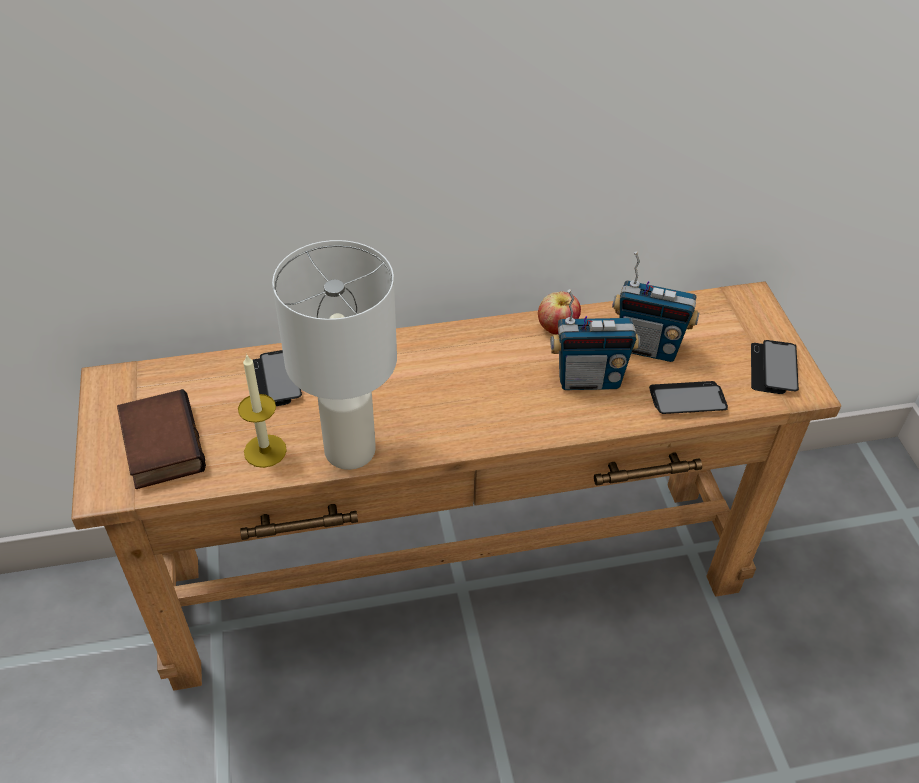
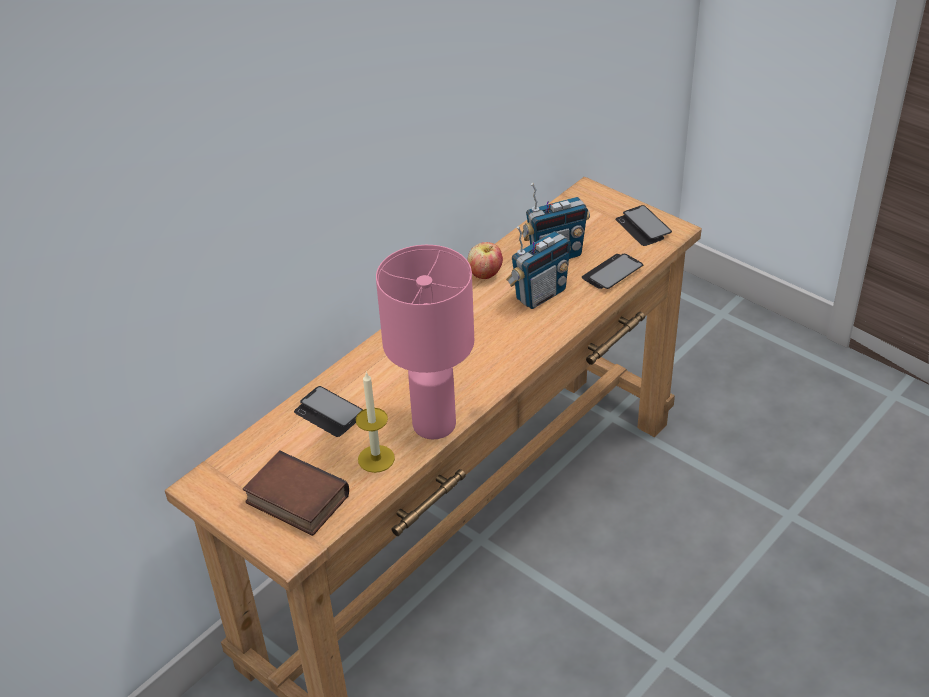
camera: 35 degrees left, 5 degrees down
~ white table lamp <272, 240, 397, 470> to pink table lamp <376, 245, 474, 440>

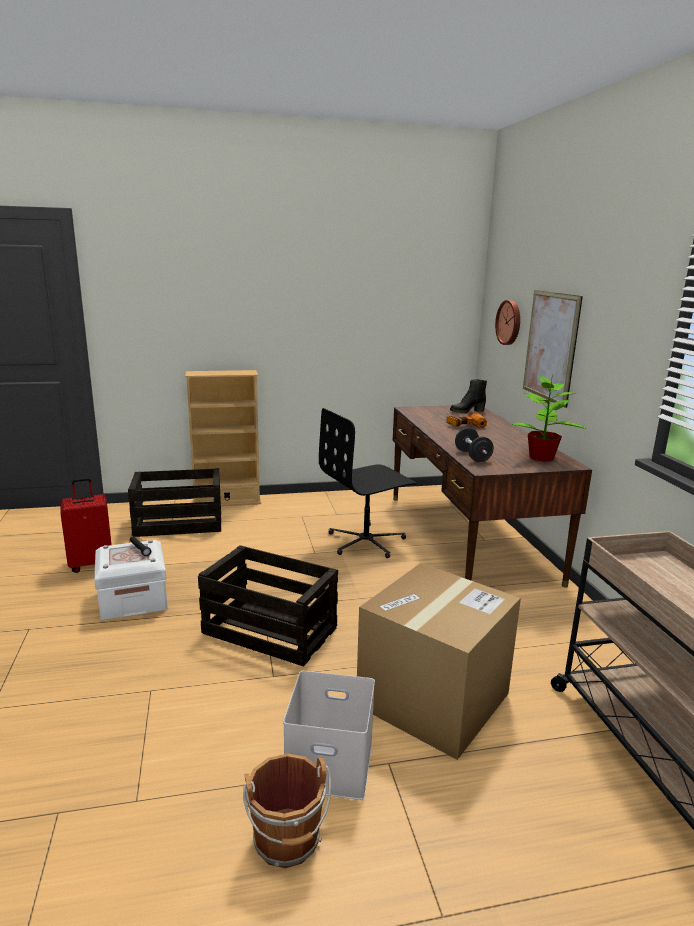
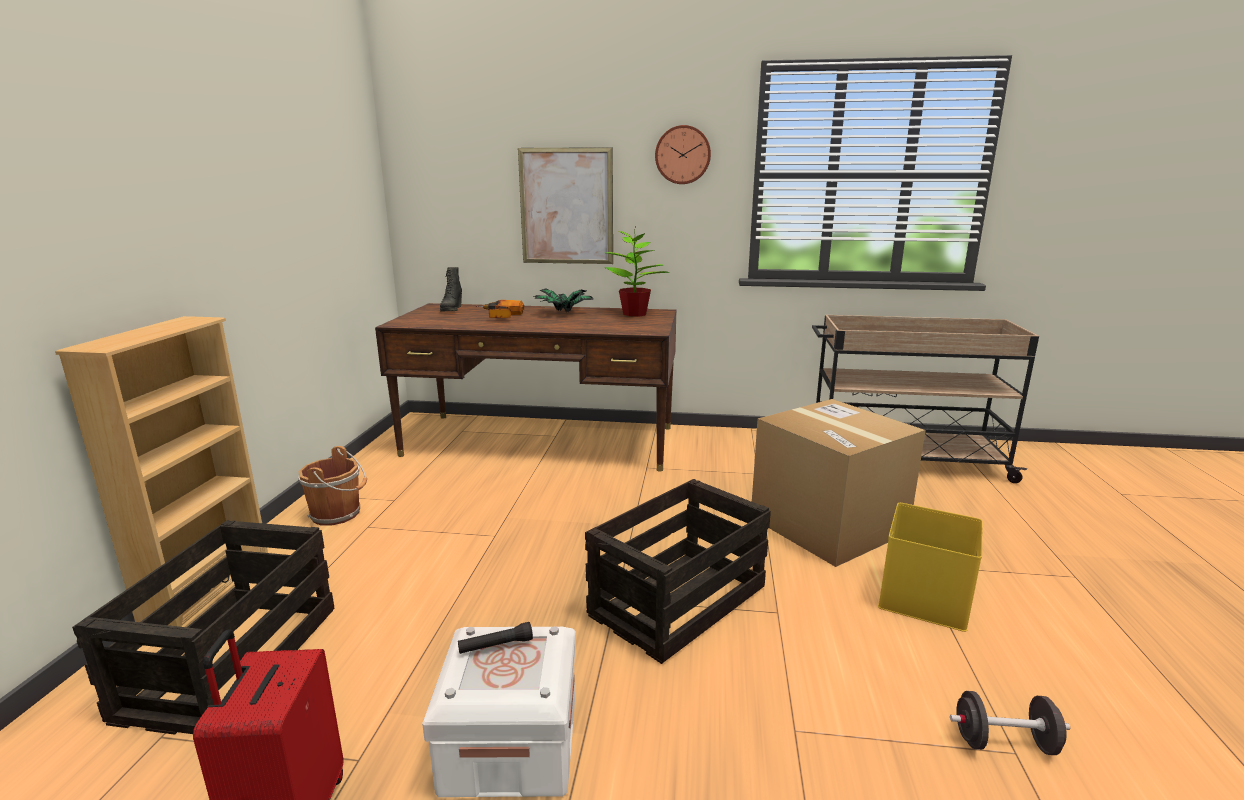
camera: 70 degrees left, 0 degrees up
~ brown bucket <243, 753, 331, 868> to <298, 446, 367, 526>
~ white storage box <283, 671, 375, 800> to yellow storage box <878, 503, 983, 632>
- black office chair <319, 408, 416, 558>
~ black dumbbell <455, 428, 494, 462> to <950, 691, 1070, 755>
~ wall clock <495, 300, 520, 345> to <655, 125, 711, 184>
+ potted plant <533, 289, 594, 312>

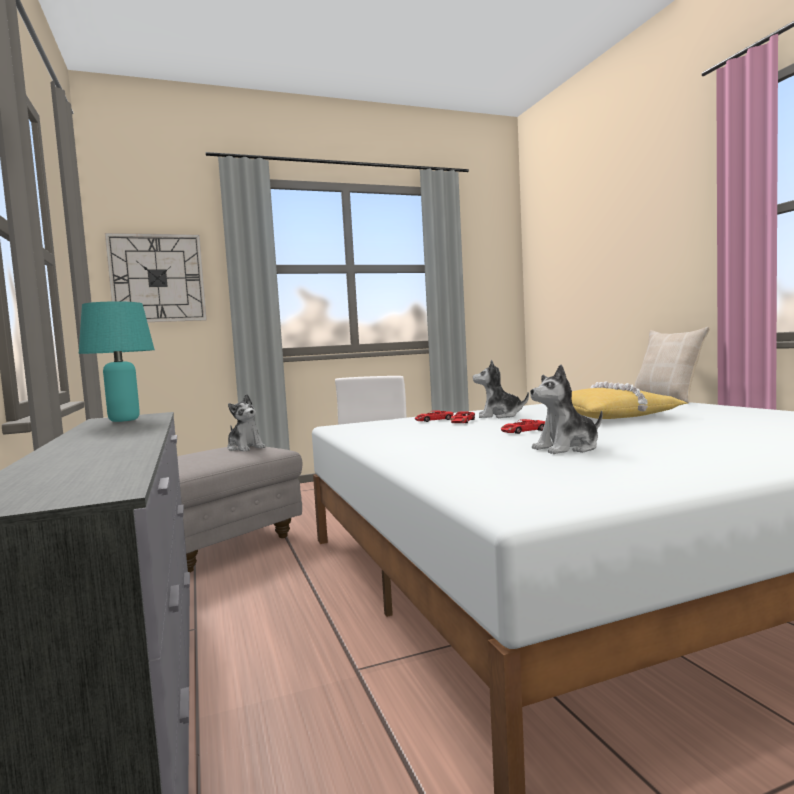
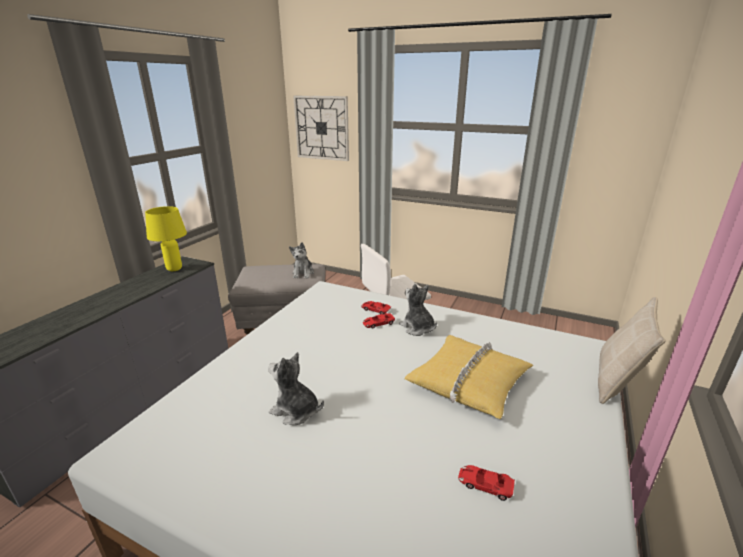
camera: 45 degrees right, 20 degrees up
~ turquoise table lamp <79, 301, 155, 422> to yellow table lamp <145, 206, 187, 271>
~ red toy car <501, 419, 545, 434> to <458, 465, 515, 501>

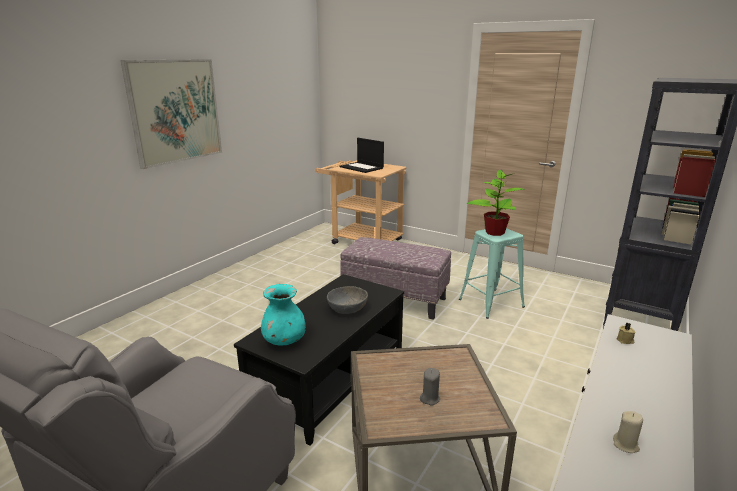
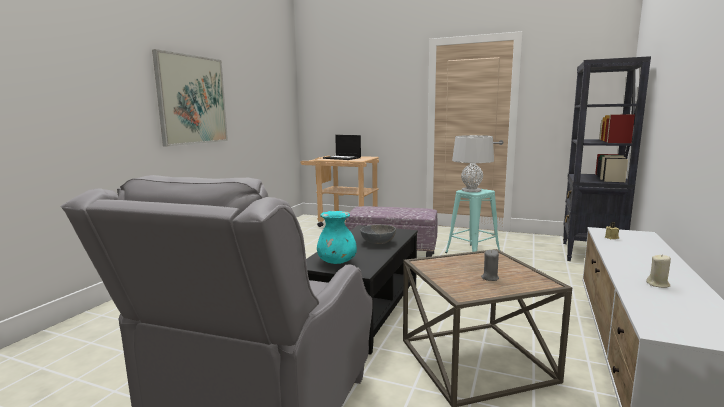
camera: 10 degrees left, 10 degrees down
~ potted plant <466, 170, 526, 236> to grey table lamp <452, 135, 494, 192>

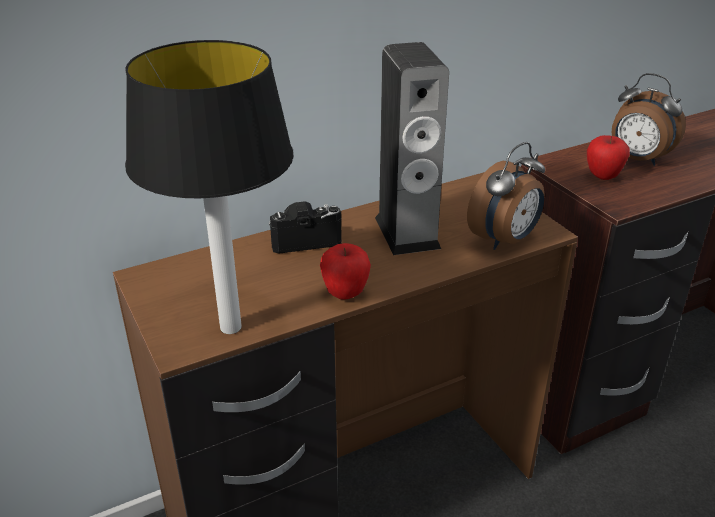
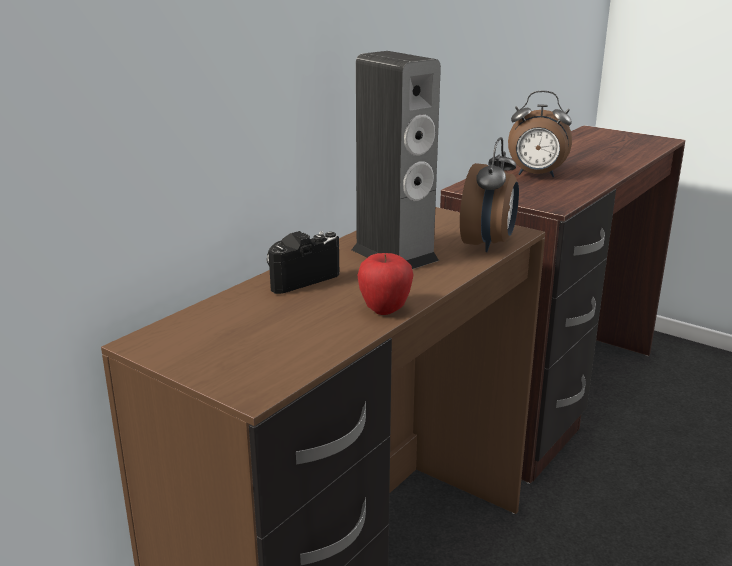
camera: 25 degrees left, 10 degrees down
- table lamp <125, 40, 294, 334>
- apple <587, 135, 630, 180>

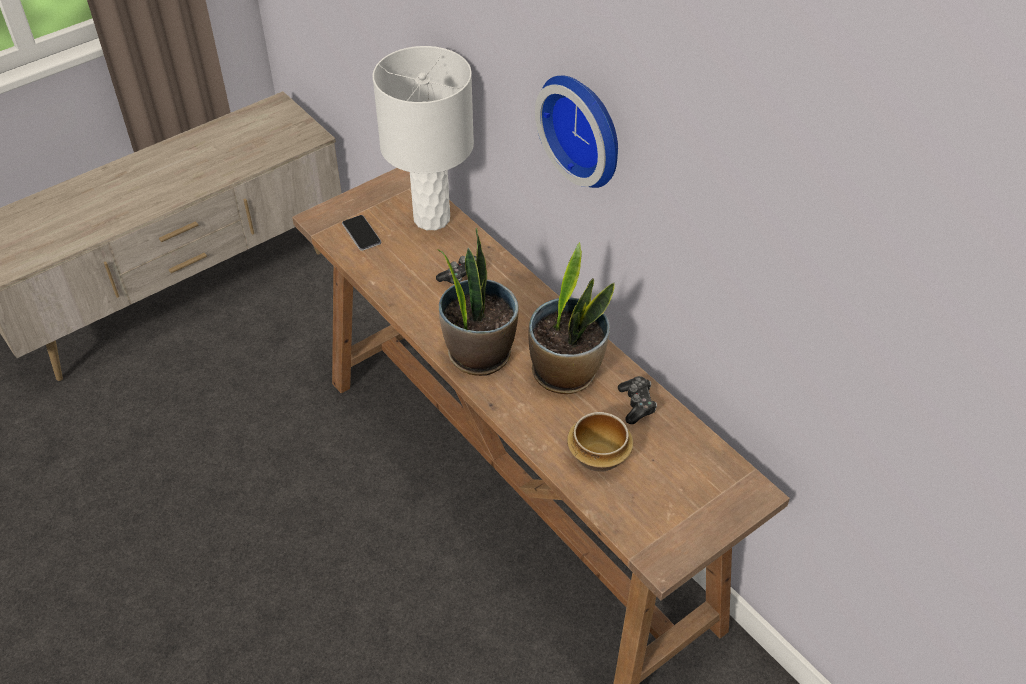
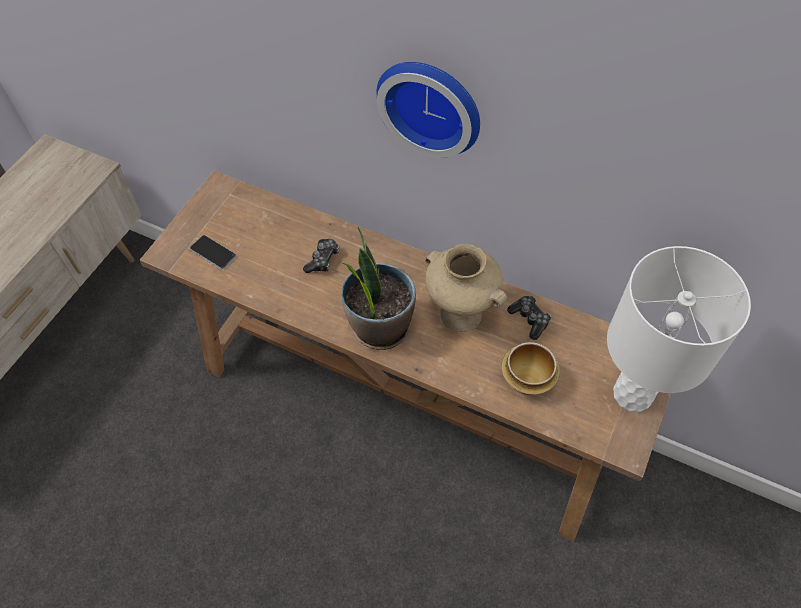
camera: 25 degrees left, 10 degrees up
~ white table lamp <372, 46, 474, 230> to <607, 246, 751, 412>
~ potted plant <528, 242, 615, 394> to beige vase <425, 244, 507, 332>

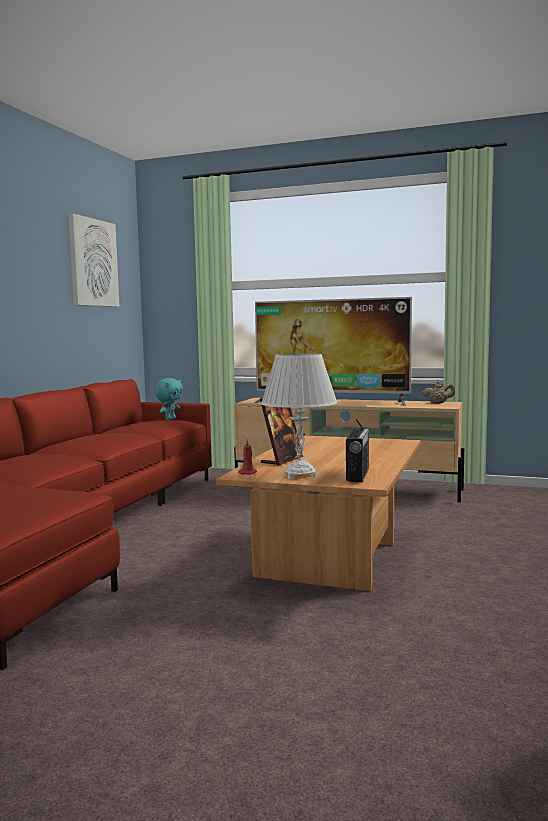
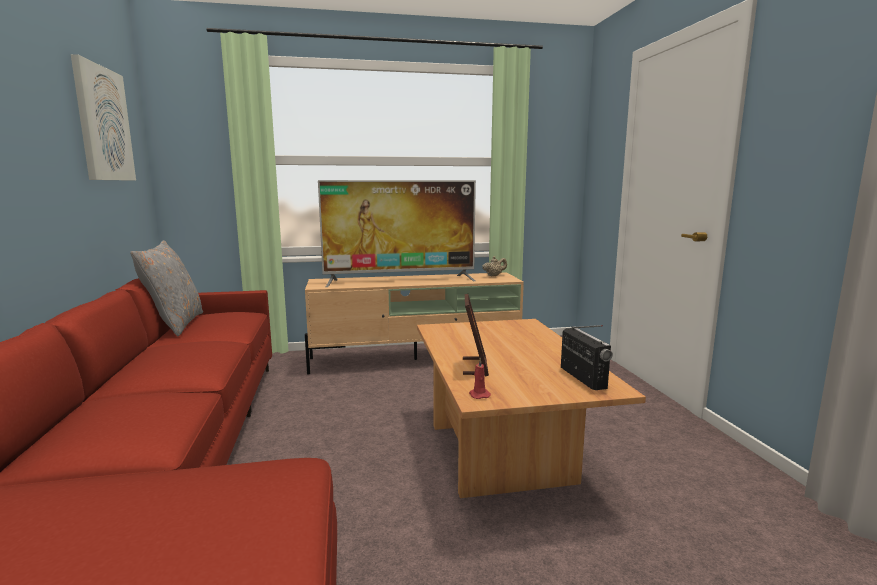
camera: 30 degrees left, 5 degrees up
- turquoise plush toy <155, 378, 183, 420>
- white table lamp <261, 353, 338, 479>
+ grey pillow <130, 240, 203, 336>

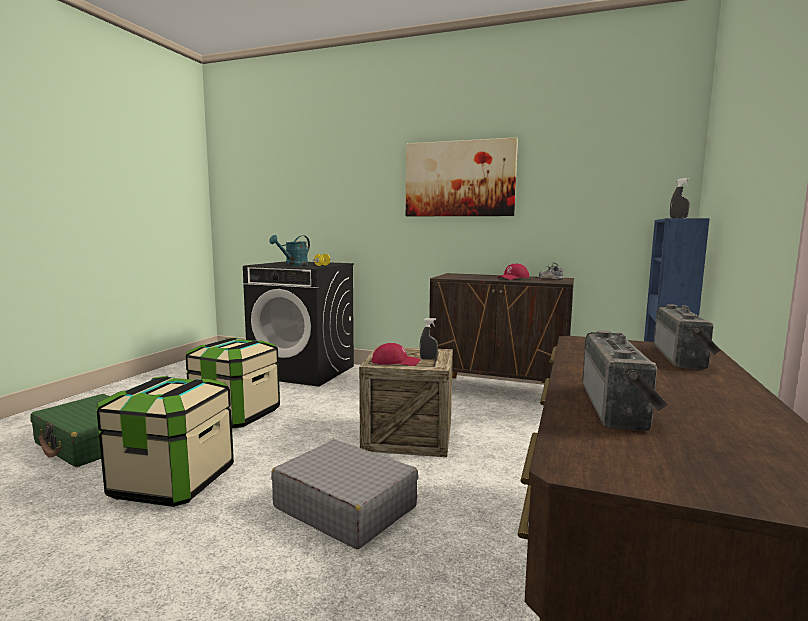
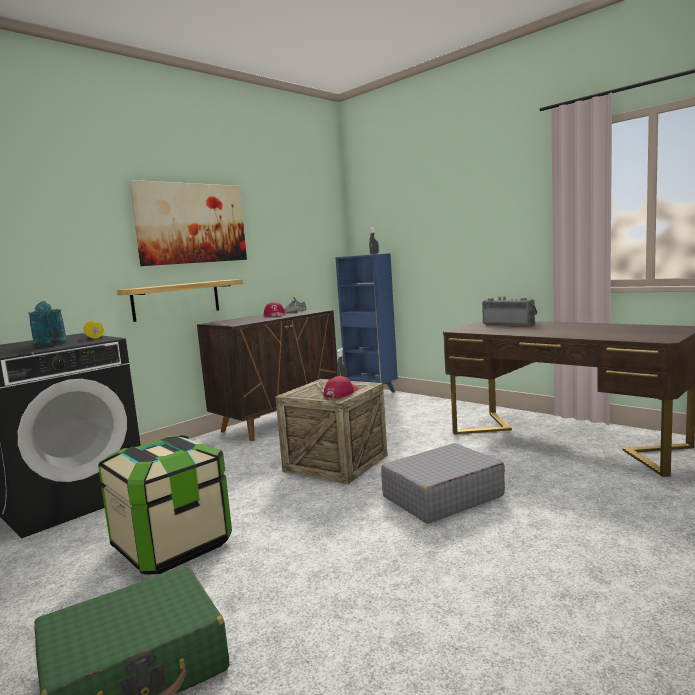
camera: 65 degrees left, 0 degrees up
- storage box <96, 376, 234, 507>
- radio <582, 330, 668, 431>
+ shelf <117, 279, 243, 322>

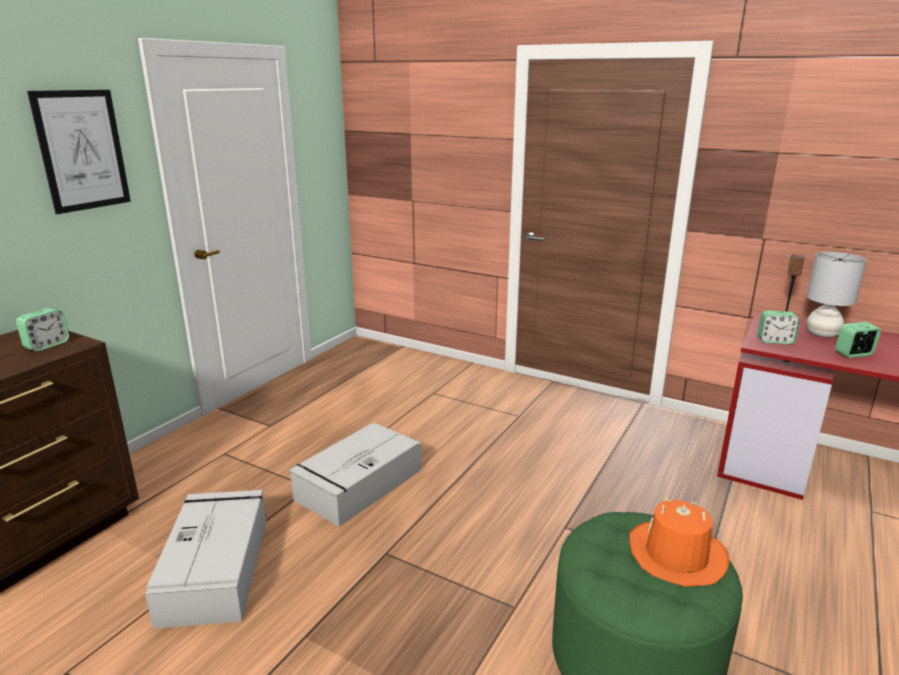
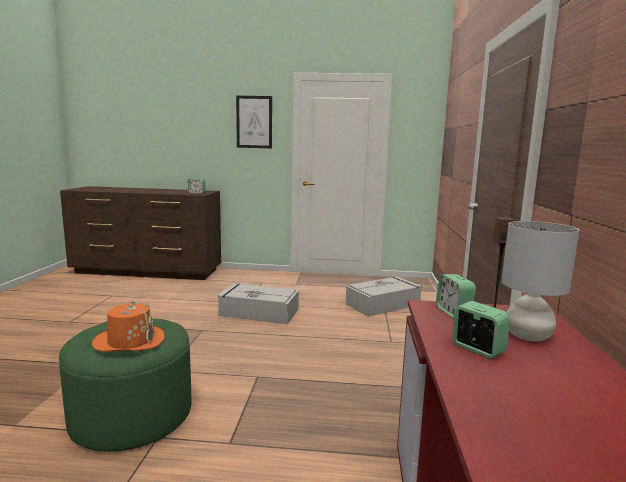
camera: 65 degrees right, 10 degrees down
~ grey storage box <145, 490, 266, 629> to <346, 277, 422, 317>

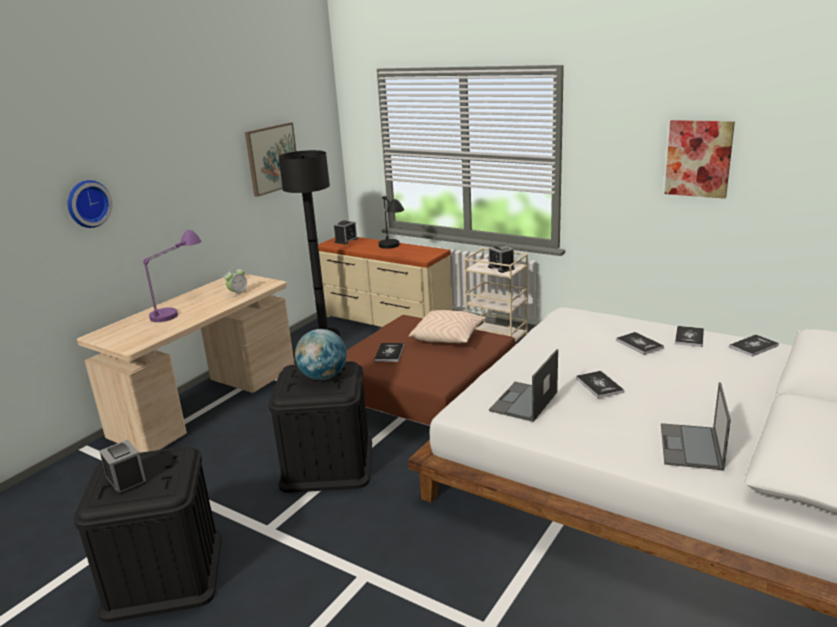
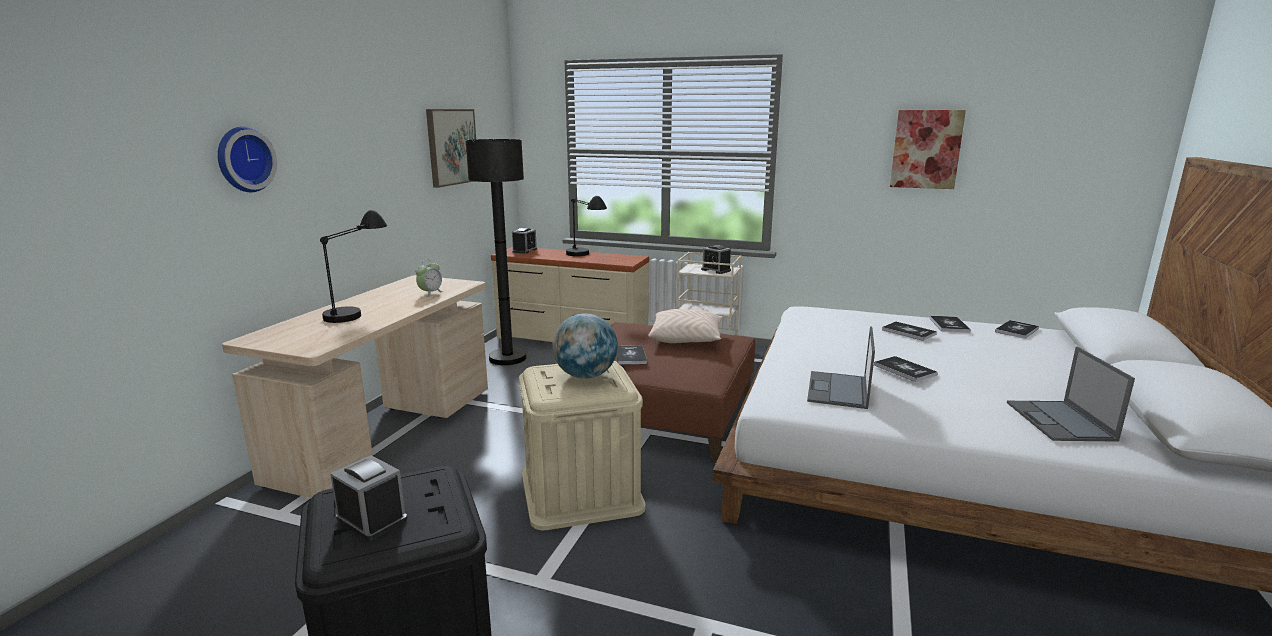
camera: 15 degrees left, 5 degrees down
~ purple table lamp <143, 230, 202, 322> to black table lamp <320, 210, 387, 323>
~ black storage box <269, 361, 372, 493> to beige storage box <519, 360, 646, 530>

